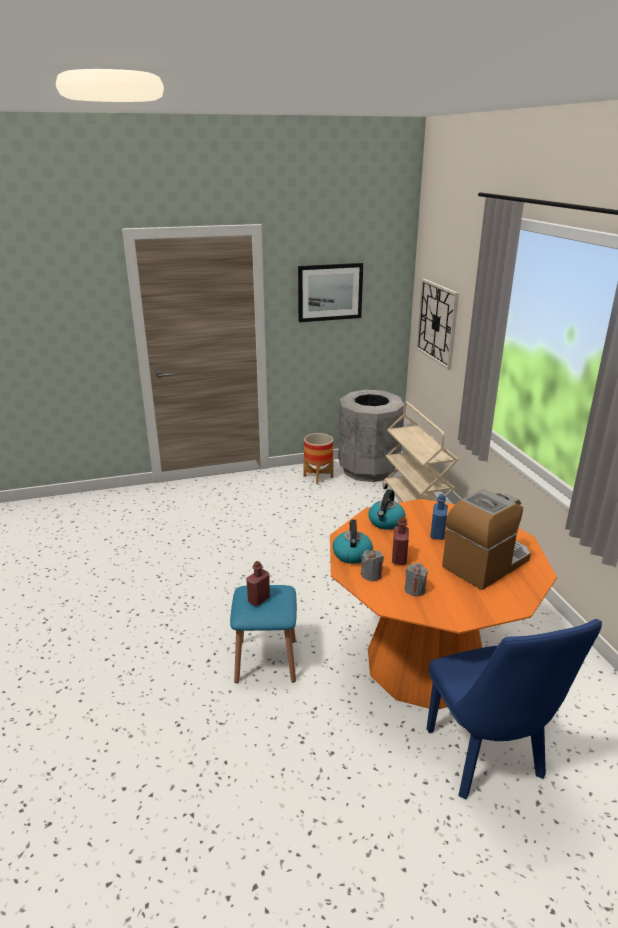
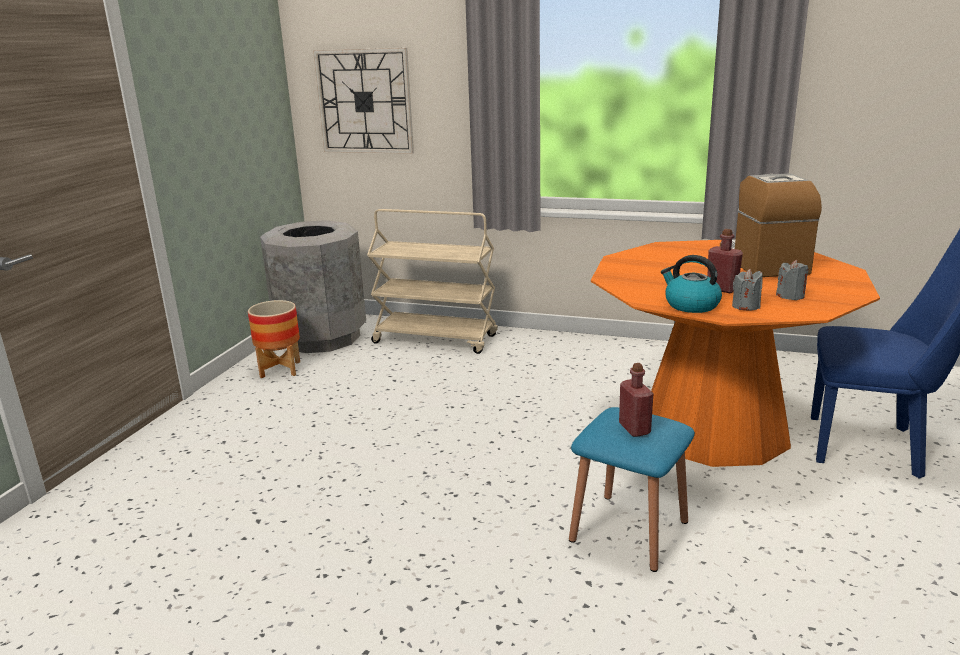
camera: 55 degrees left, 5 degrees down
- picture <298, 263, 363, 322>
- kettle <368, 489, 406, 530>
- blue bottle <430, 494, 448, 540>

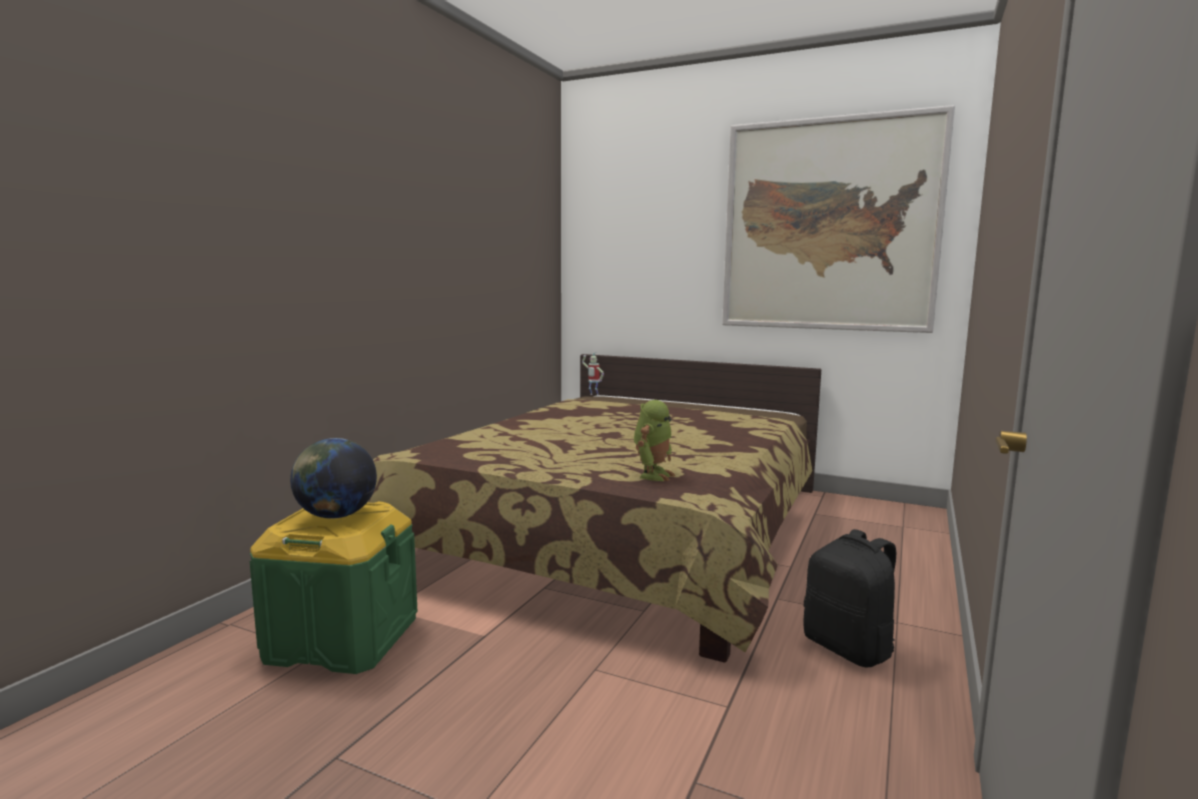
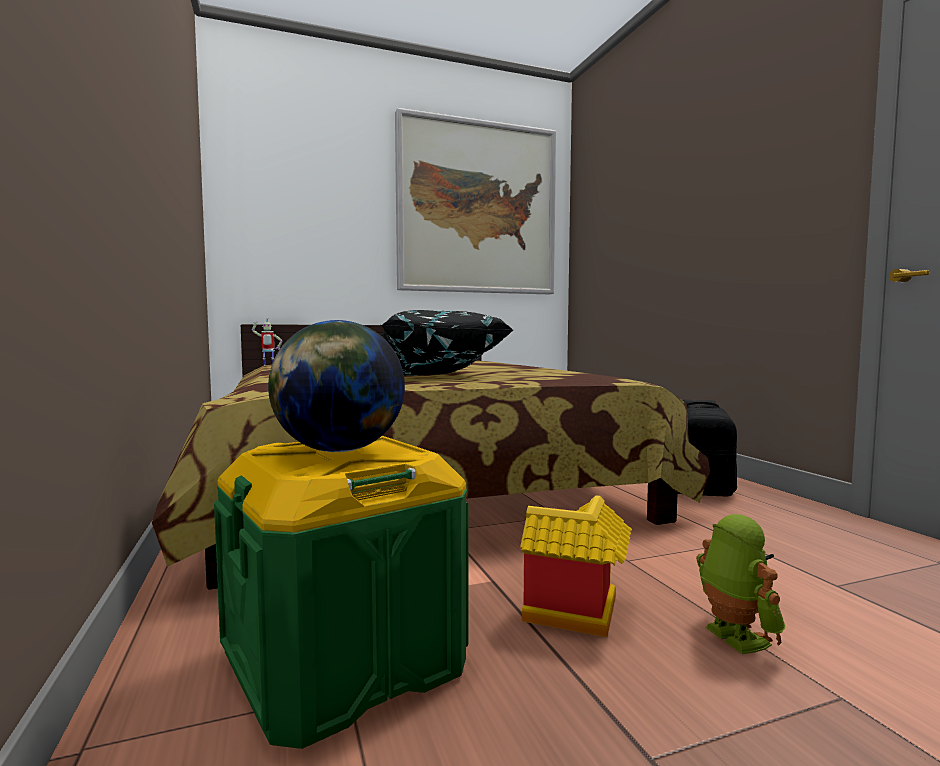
camera: 45 degrees left, 5 degrees down
~ toy robot <634, 400, 675, 481> to <696, 514, 786, 654>
+ black pillow <380, 310, 513, 376>
+ toy house <520, 496, 632, 637>

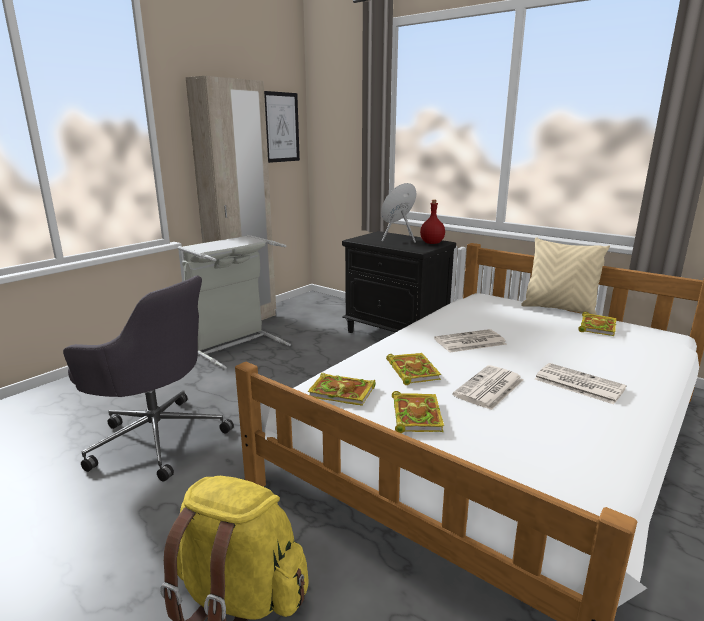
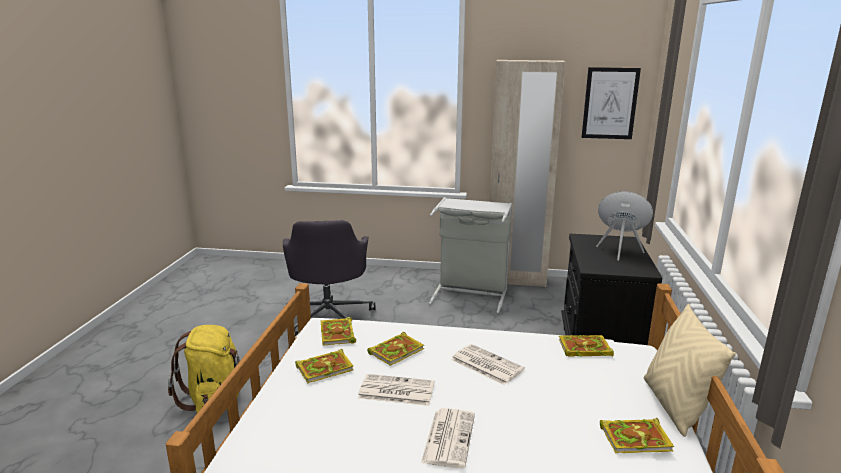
camera: 60 degrees right, 0 degrees up
- red bottle <420, 199, 445, 244>
+ book <559, 335, 614, 357>

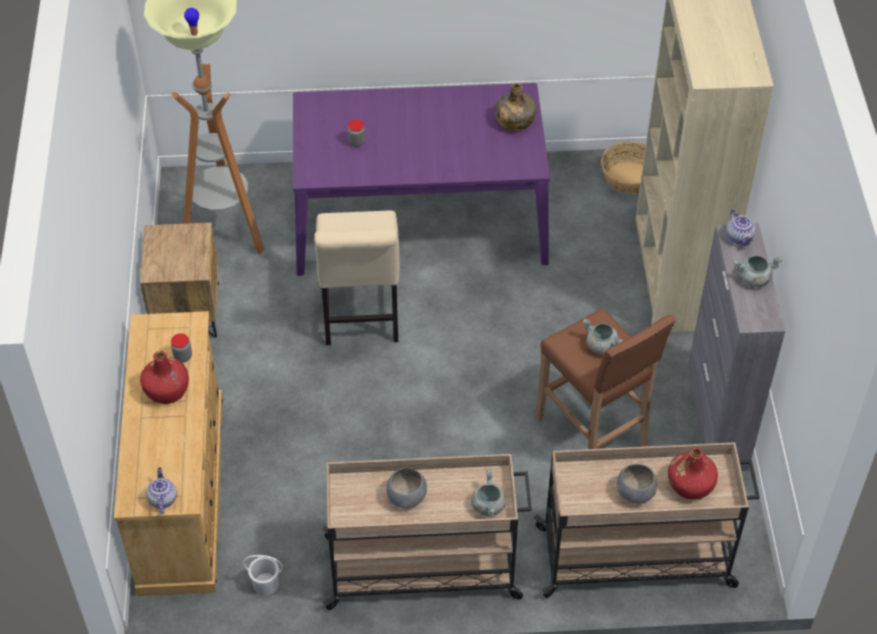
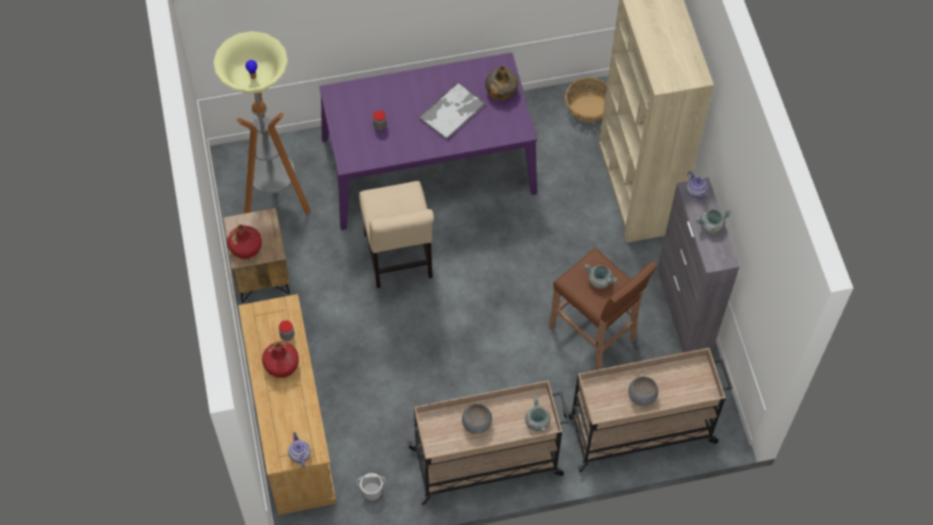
camera: 10 degrees left, 10 degrees up
~ red bottle <668, 447, 718, 500> to <227, 224, 262, 259>
+ tray <419, 82, 485, 140>

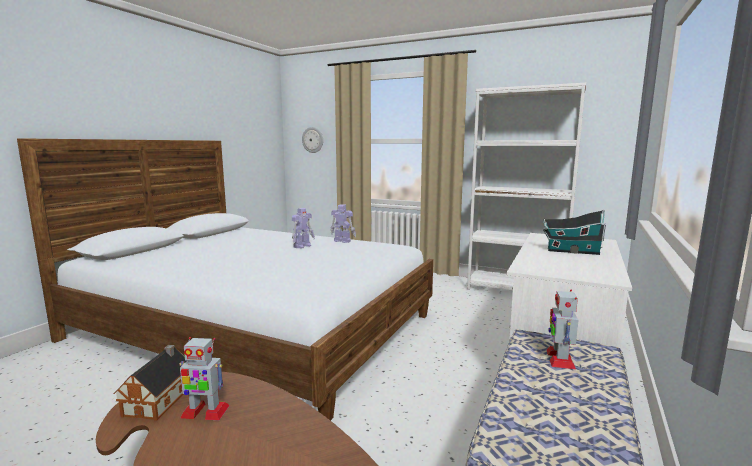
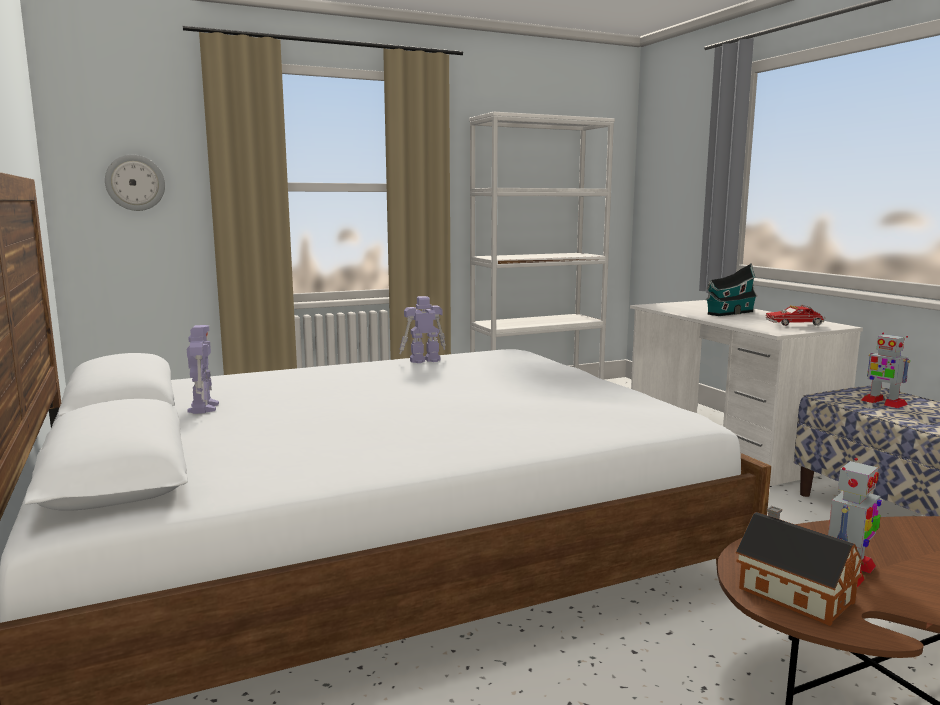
camera: 50 degrees left, 0 degrees up
~ toy robot <292, 208, 315, 248> to <187, 325, 219, 414>
+ toy truck <766, 305, 826, 326>

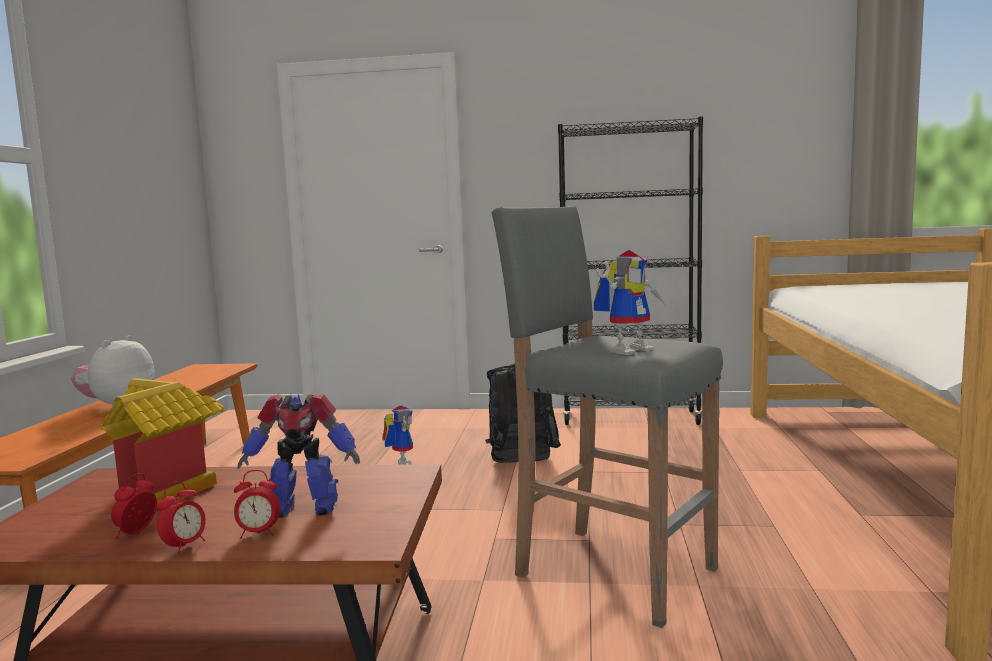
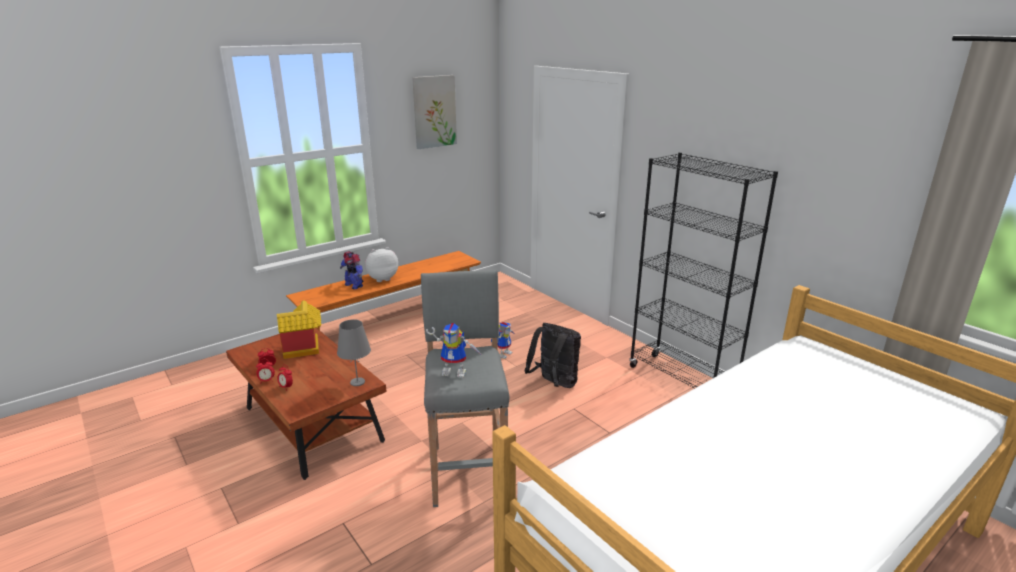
camera: 45 degrees right, 15 degrees up
~ toy robot <237, 393, 360, 518> to <340, 251, 363, 290>
+ grey table lamp <337, 319, 371, 386>
+ picture <412, 75, 457, 149>

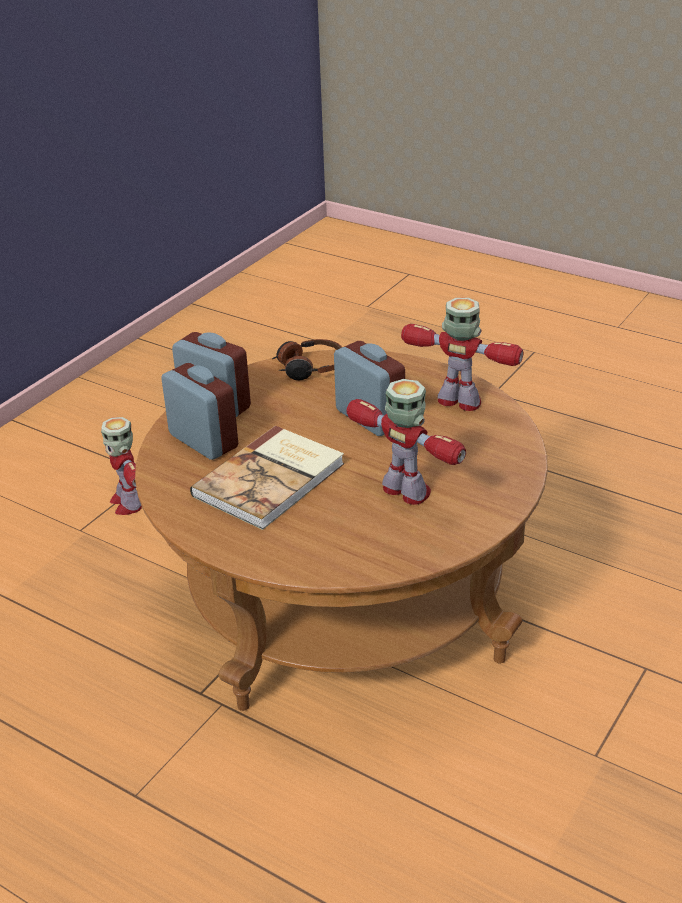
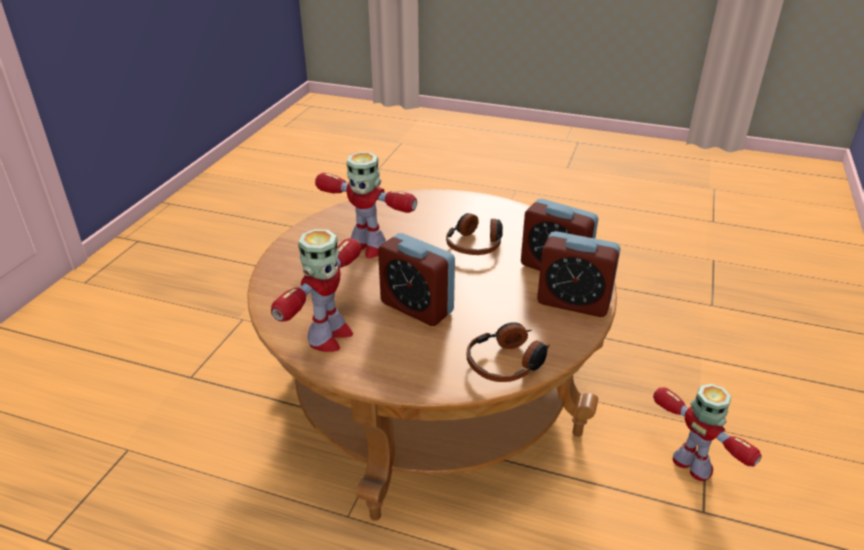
camera: 165 degrees right, 0 degrees up
~ book <190, 426, 344, 530> to headphones <446, 213, 503, 255>
~ toy robot <401, 298, 523, 411> = <271, 229, 361, 352> 75 degrees counterclockwise

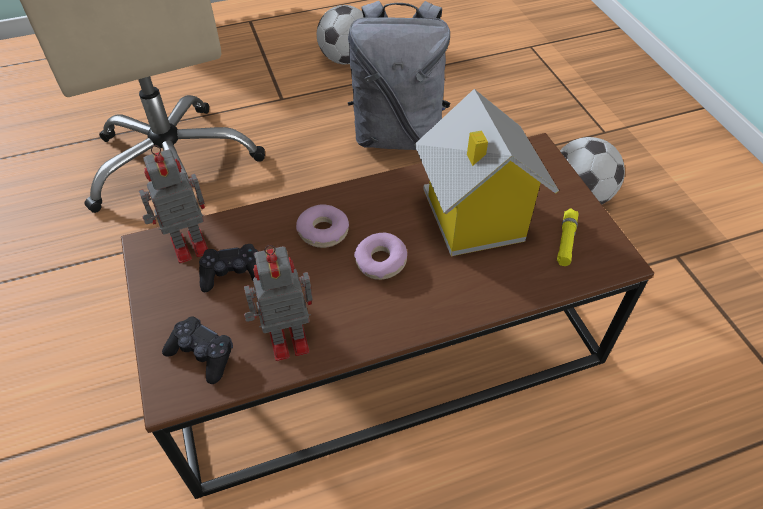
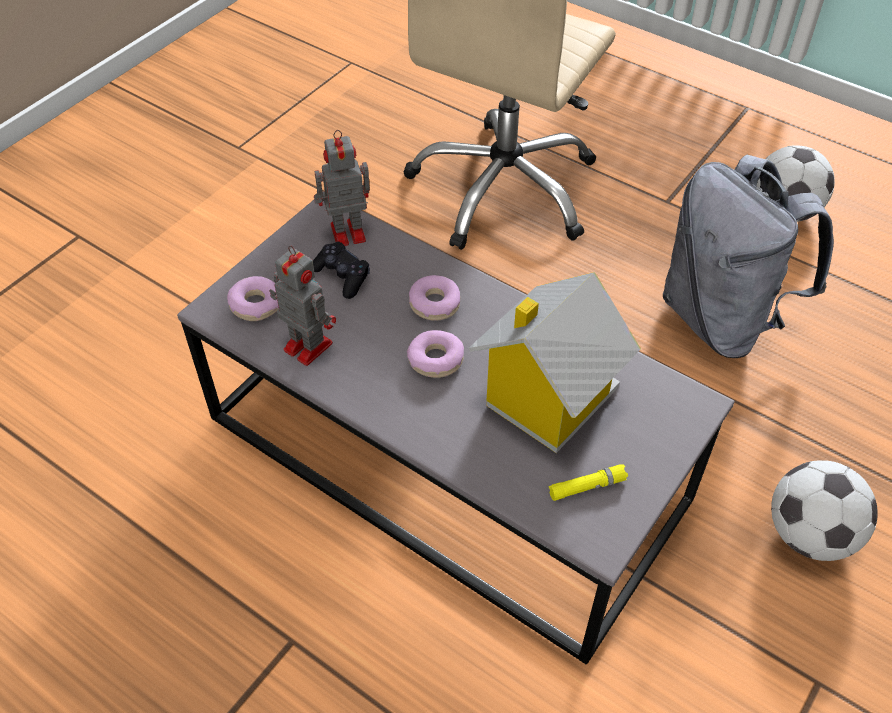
camera: 55 degrees right, 0 degrees up
~ brown coffee table <121, 133, 654, 499> to grey coffee table <177, 192, 735, 665>
~ toy robot <139, 145, 208, 263> = <314, 130, 370, 246> 45 degrees counterclockwise
~ black game controller <162, 316, 233, 384> to donut <227, 276, 279, 321>

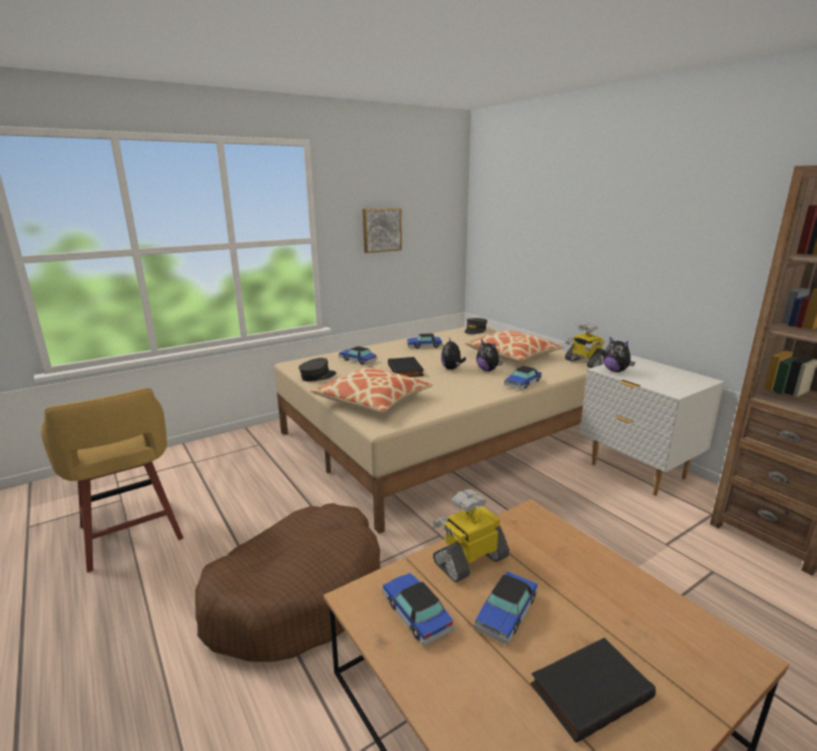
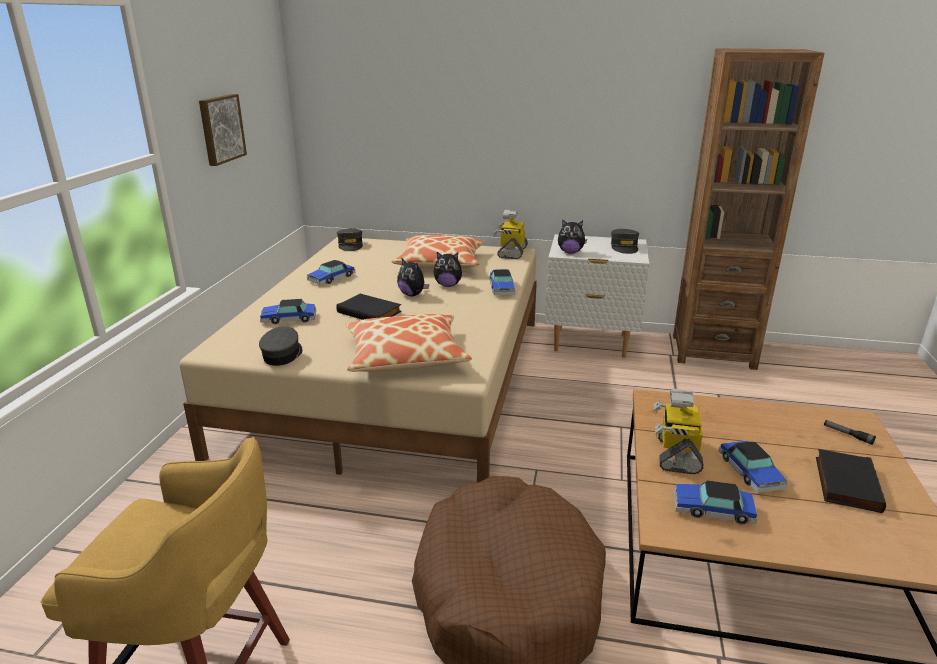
camera: 45 degrees left, 5 degrees up
~ toy robot <565, 323, 605, 368> = <493, 210, 528, 259> 90 degrees clockwise
+ grey cap <611, 229, 639, 254>
+ flashlight <824, 420, 876, 445>

